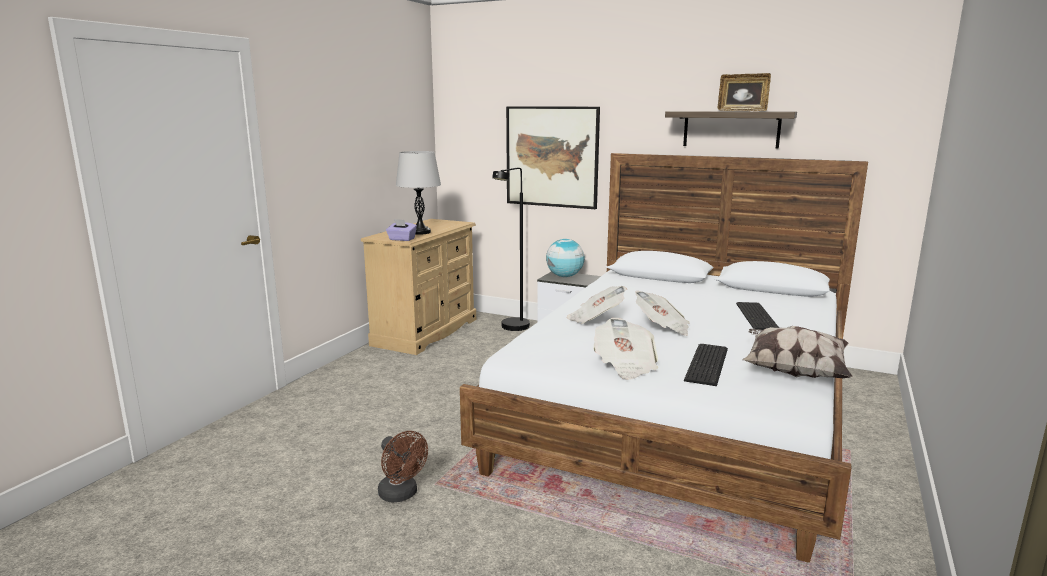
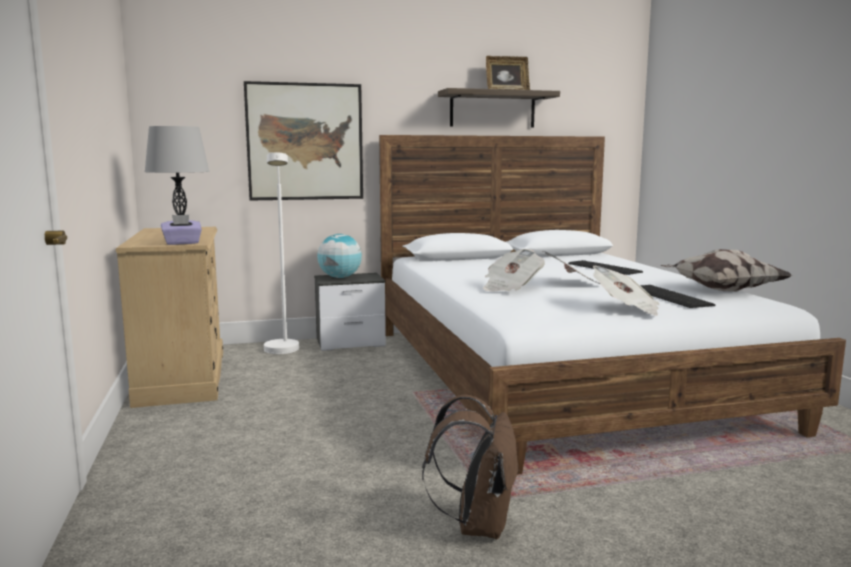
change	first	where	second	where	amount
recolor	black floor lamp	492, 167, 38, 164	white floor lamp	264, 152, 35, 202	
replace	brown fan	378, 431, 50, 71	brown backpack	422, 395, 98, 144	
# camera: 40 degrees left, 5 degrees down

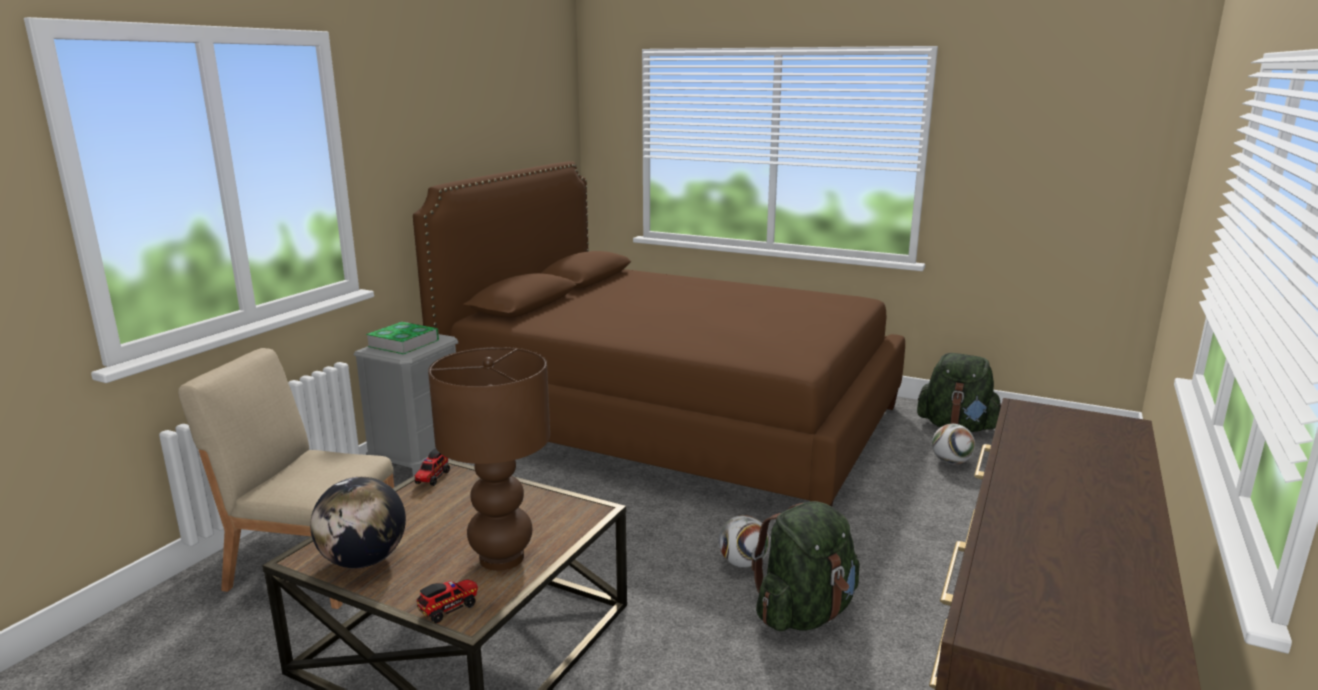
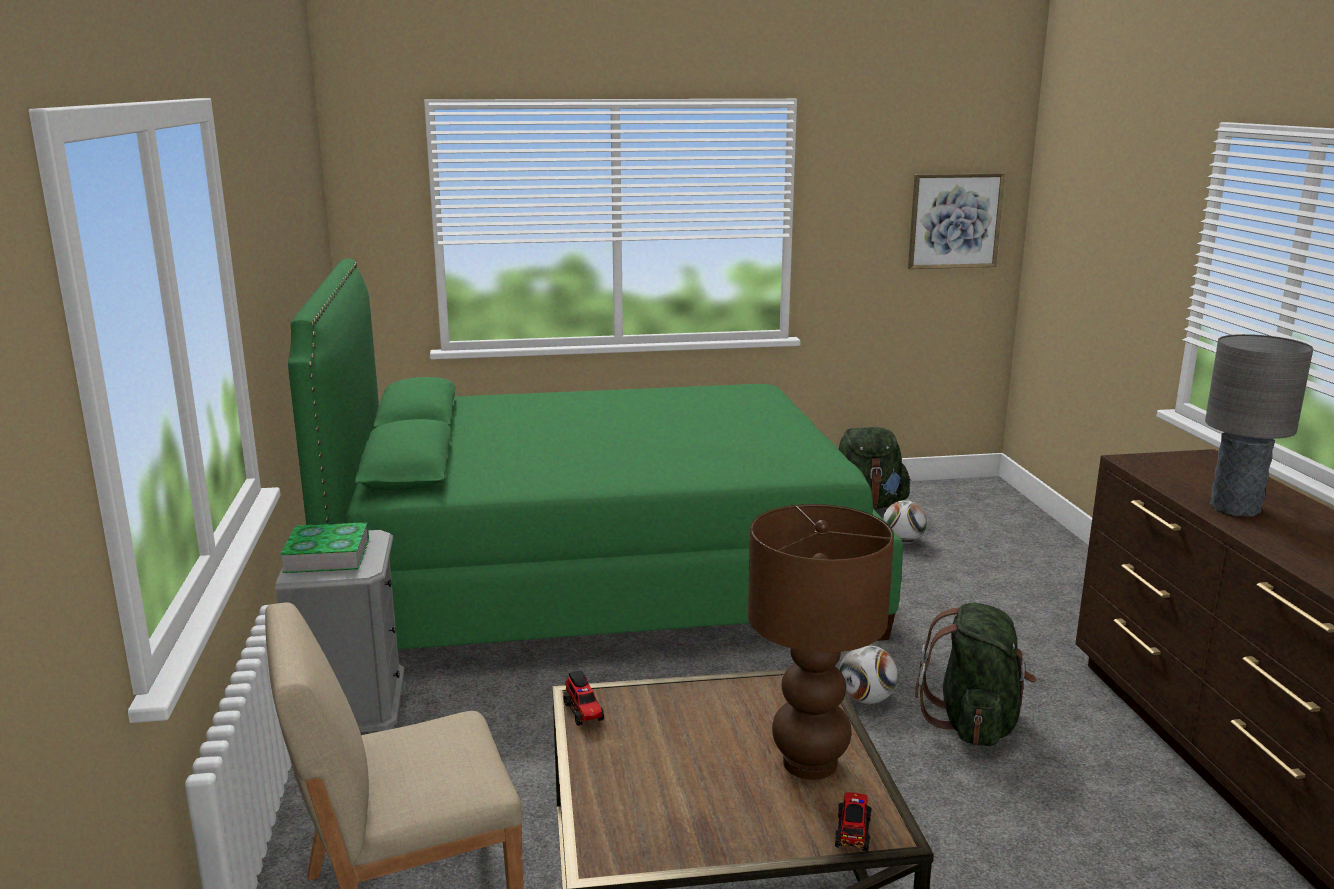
change	first	where	second	where	amount
recolor	brown bed	413, 161, 492, 345	green bed	288, 259, 615, 390	
insert			picture	908, 173, 97, 96	
insert			grey table lamp	1205, 334, 108, 183	
delete	globe	310, 477, 96, 91			
# camera: 35 degrees left, 0 degrees up

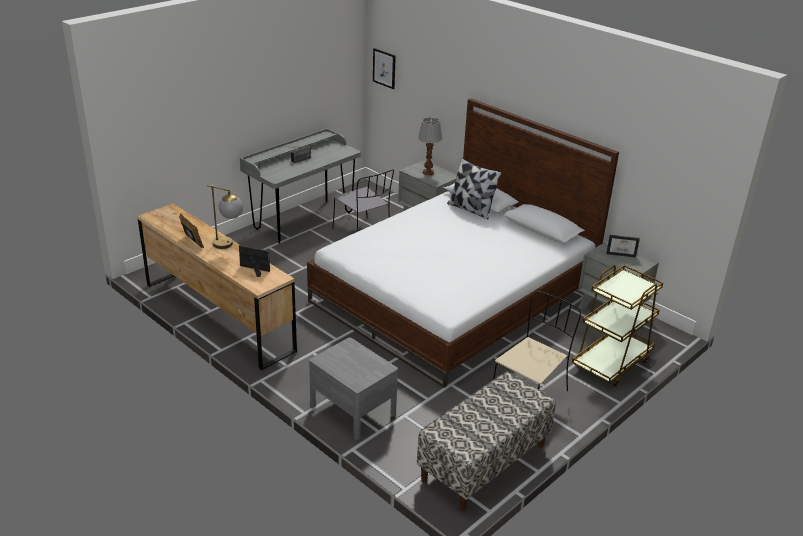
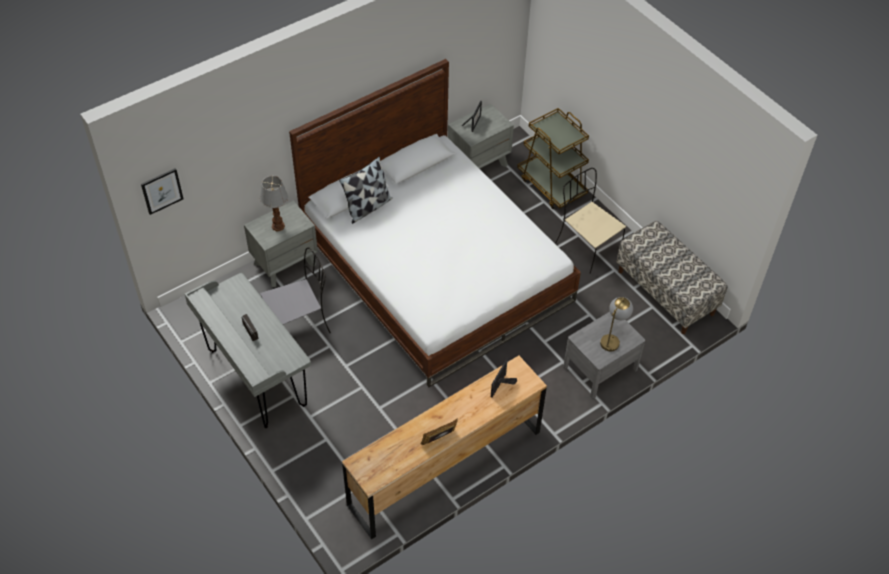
change	first	where	second	where	amount
move	table lamp	207, 185, 36, 64		600, 297, 33, 55	
# camera: 80 degrees left, 20 degrees up

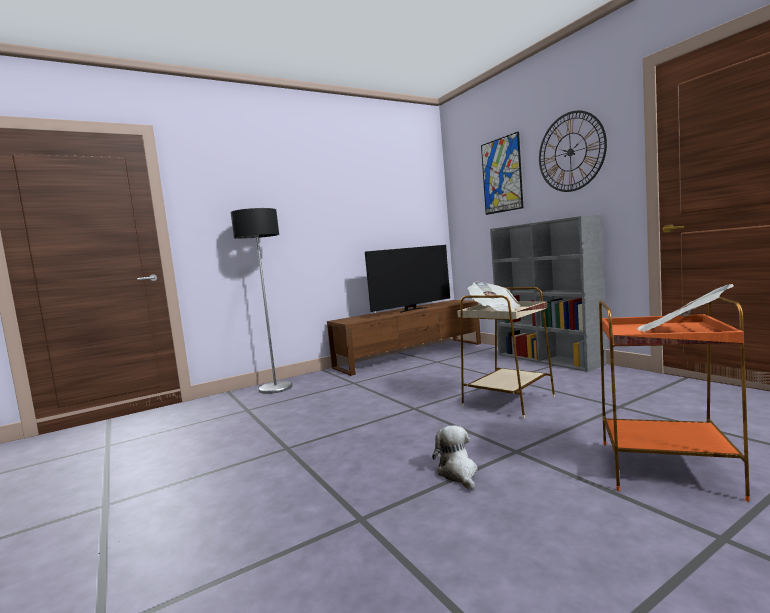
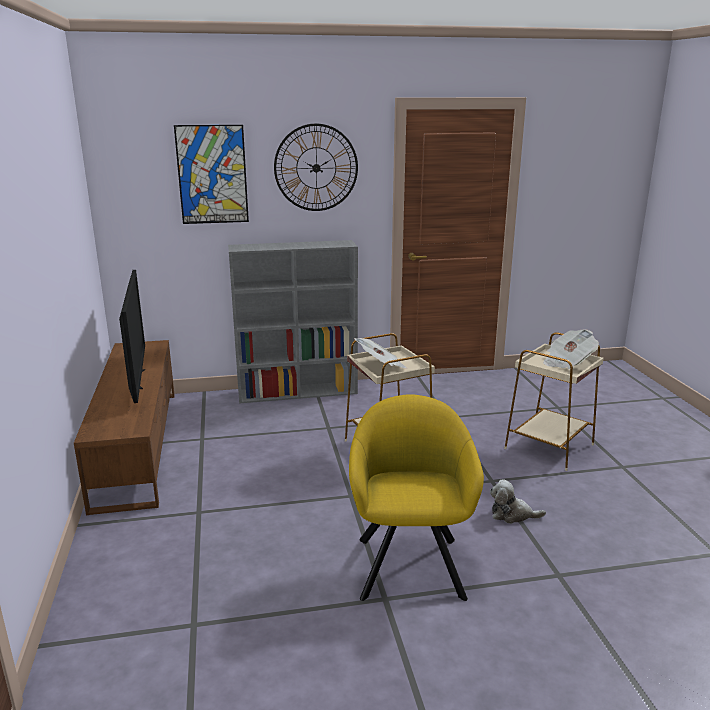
change	first	where	second	where	amount
insert			yellow armchair	349, 394, 135, 207	
recolor	orange side table	599, 297, 151, 205	beige side table	504, 332, 100, 139	
delete	floor lamp	231, 208, 61, 186			
# camera: 70 degrees left, 15 degrees up

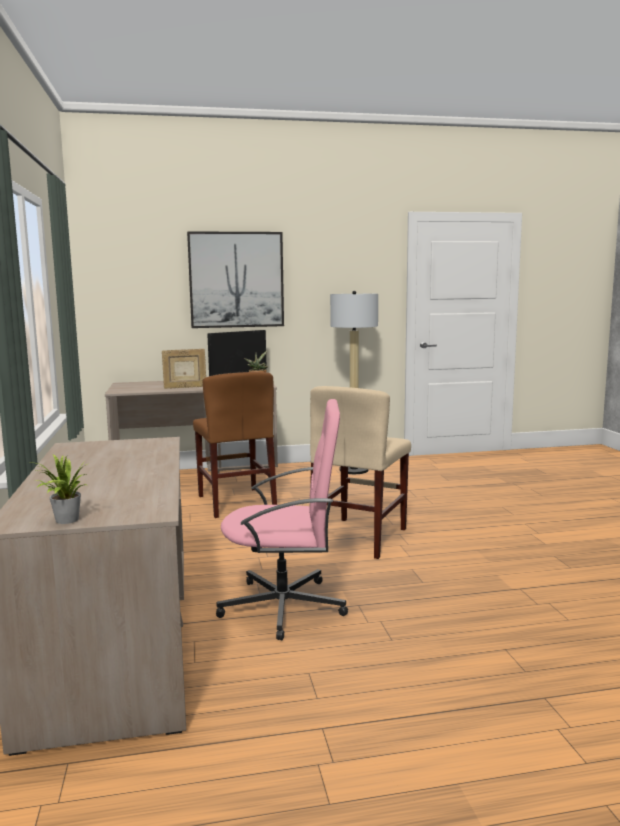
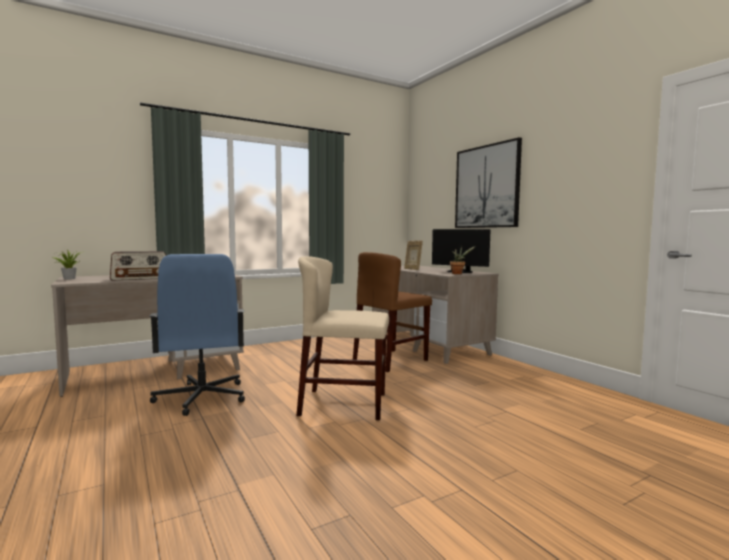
change	first	where	second	where	amount
insert			radio	110, 251, 56, 30	
recolor	pink office chair	216, 399, 132, 241	blue office chair	149, 254, 96, 162	
delete	floor lamp	330, 291, 48, 183			
# camera: 70 degrees right, 5 degrees down

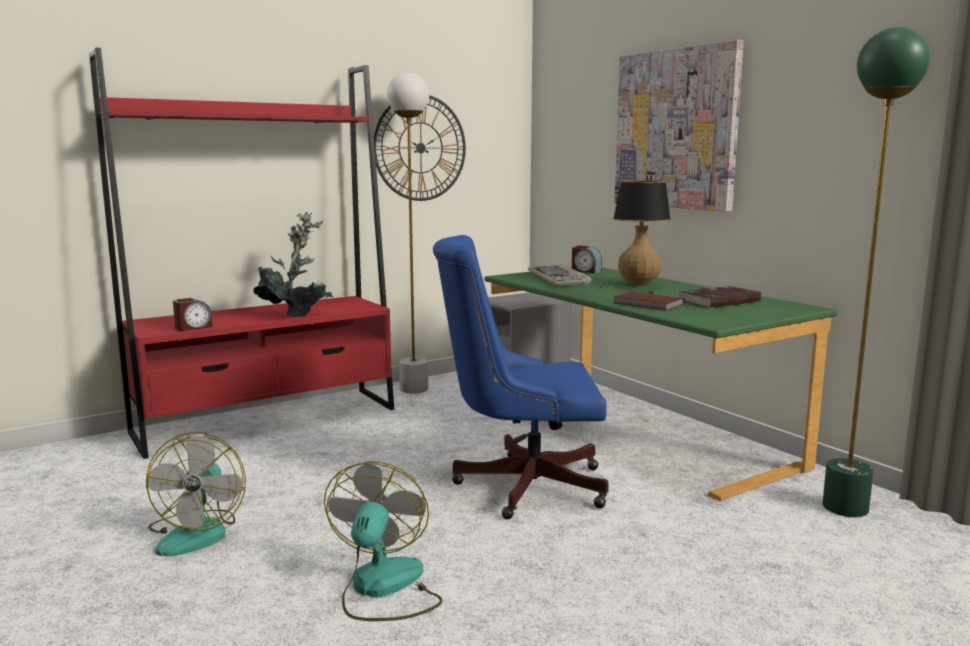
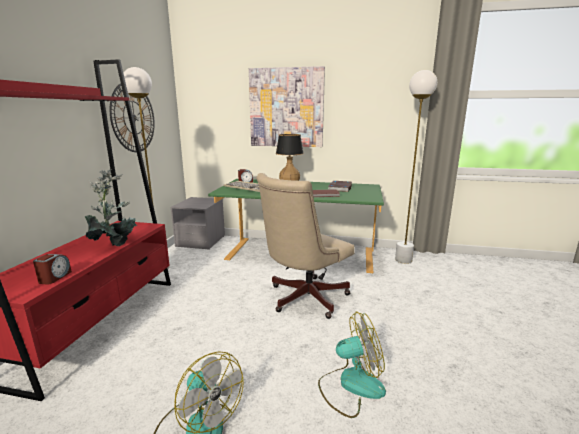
change	first	where	second	where	amount
recolor	blue office chair	433, 235, 175, 284	beige office chair	256, 173, 99, 146	
rotate	fan	324, 462, 119, 159		318, 312, 68, 106	120 degrees clockwise
recolor	green floor lamp	822, 27, 108, 490	white floor lamp	395, 70, 42, 194	
# camera: 45 degrees left, 5 degrees up

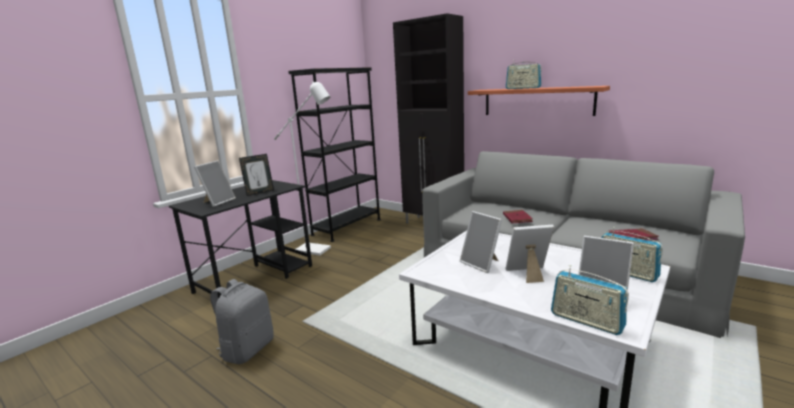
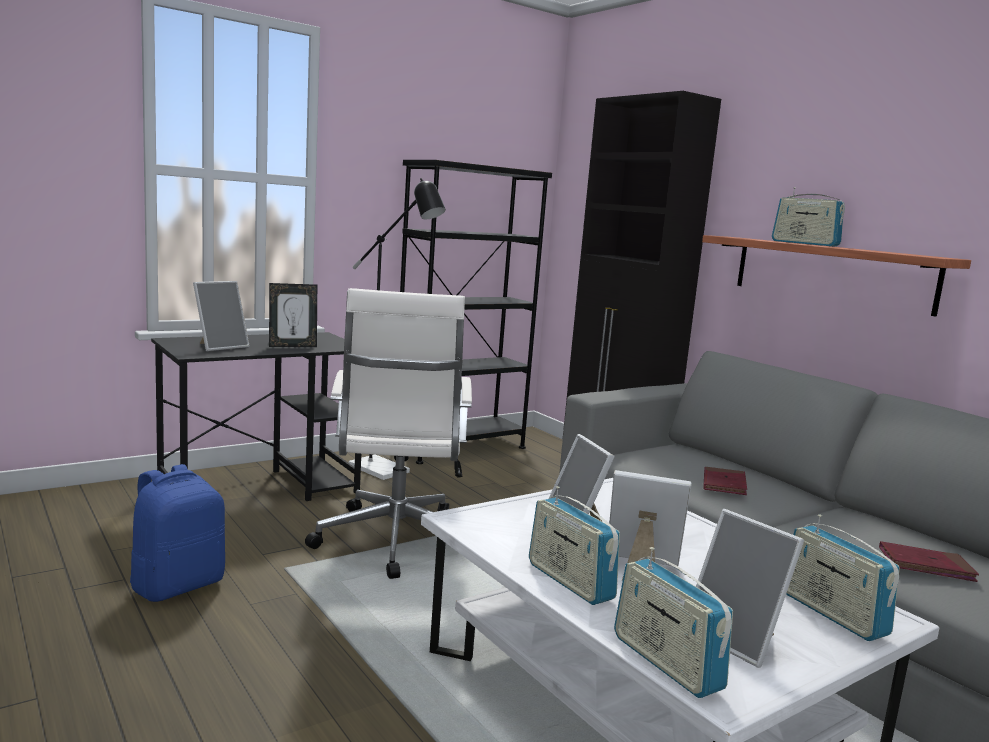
change	first	where	second	where	amount
recolor	grey backpack	210, 279, 64, 85	blue backpack	130, 464, 95, 138	
insert			white office chair	305, 288, 167, 291	
recolor	white floor lamp	274, 81, 57, 175	black floor lamp	349, 178, 97, 302	
insert			radio	529, 486, 91, 119	
# camera: 15 degrees right, 5 degrees down

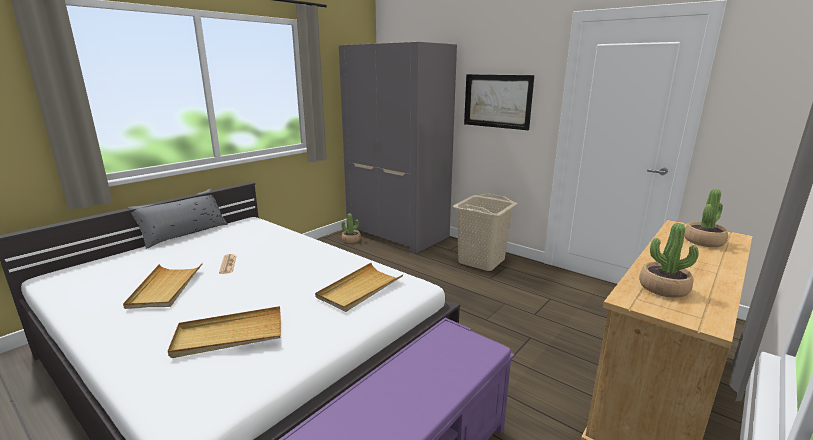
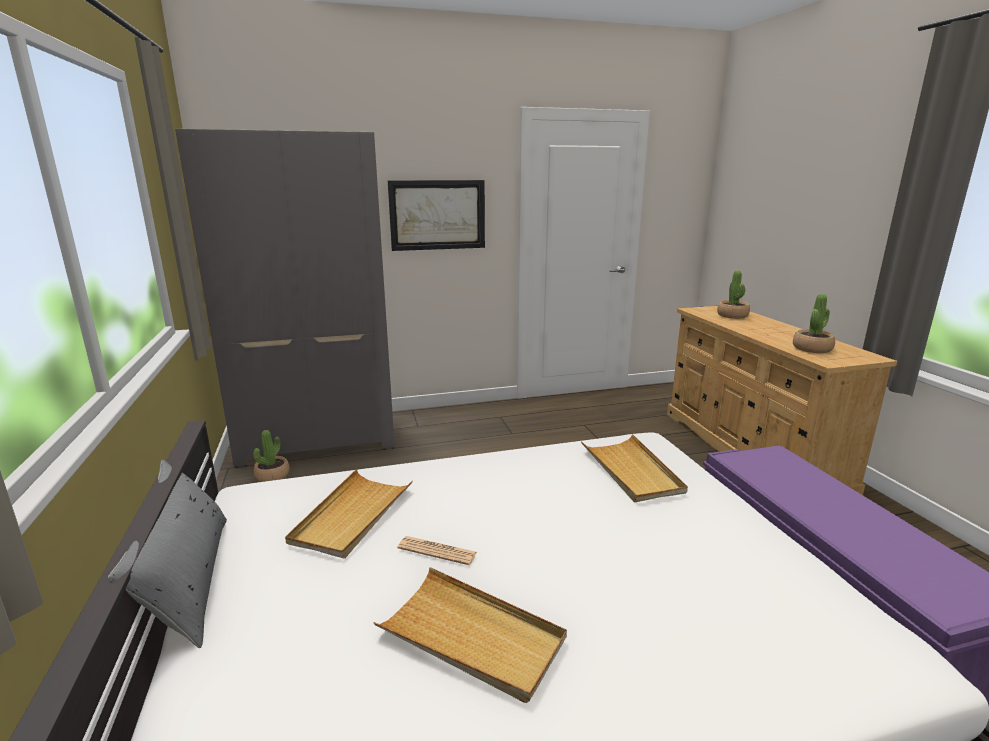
change	first	where	second	where	amount
move	beige tray	168, 306, 113, 52		285, 470, 128, 88	
delete	beige laundry basket	453, 194, 64, 77			
# camera: 55 degrees left, 0 degrees up

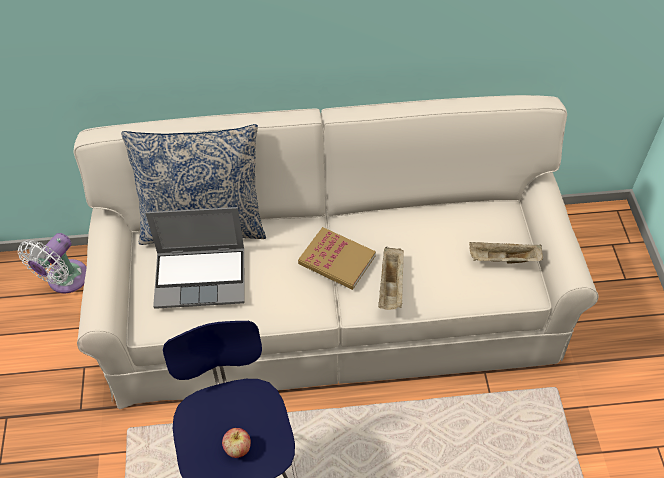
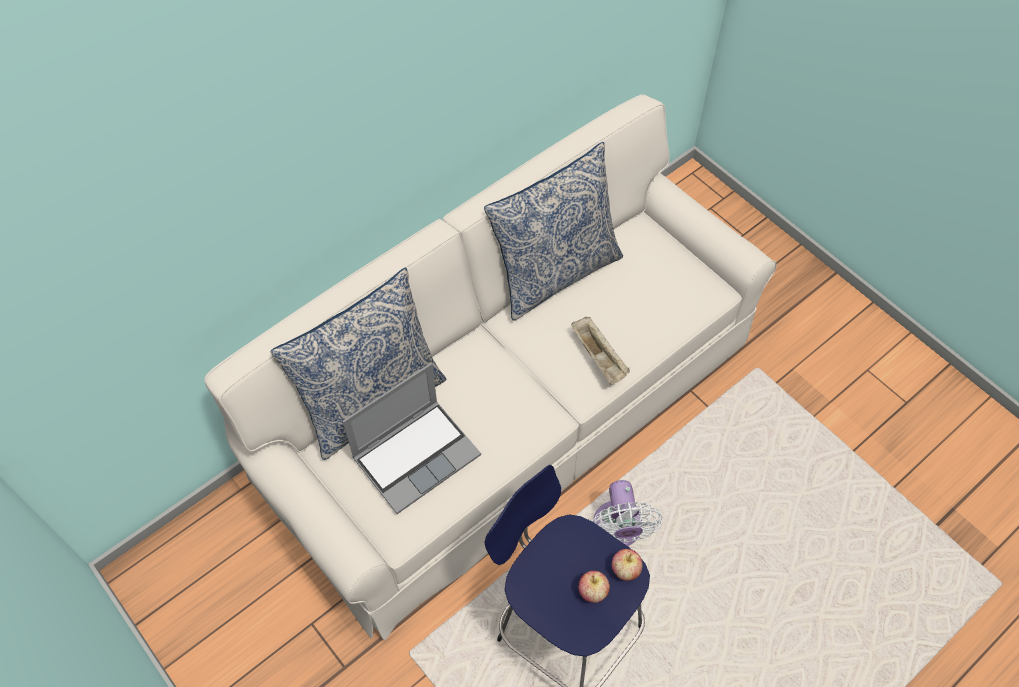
change	first	where	second	where	amount
insert			pillow	484, 142, 139, 179	
move	white fan	18, 233, 69, 60		592, 480, 70, 66	
insert			apple	611, 549, 32, 32	
delete	book	298, 227, 78, 63			
delete	beige tray	469, 242, 74, 21			
# camera: 35 degrees left, 5 degrees up

